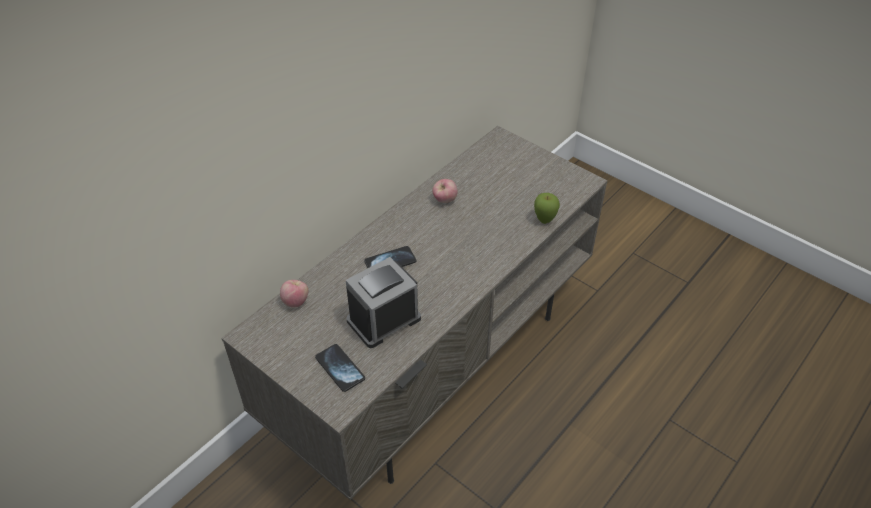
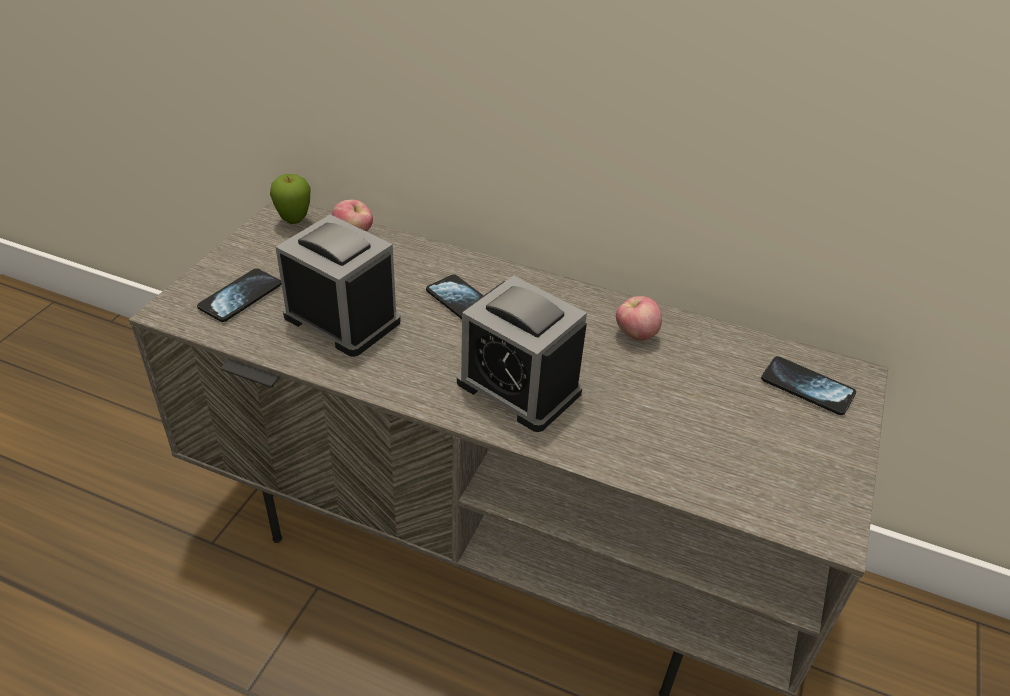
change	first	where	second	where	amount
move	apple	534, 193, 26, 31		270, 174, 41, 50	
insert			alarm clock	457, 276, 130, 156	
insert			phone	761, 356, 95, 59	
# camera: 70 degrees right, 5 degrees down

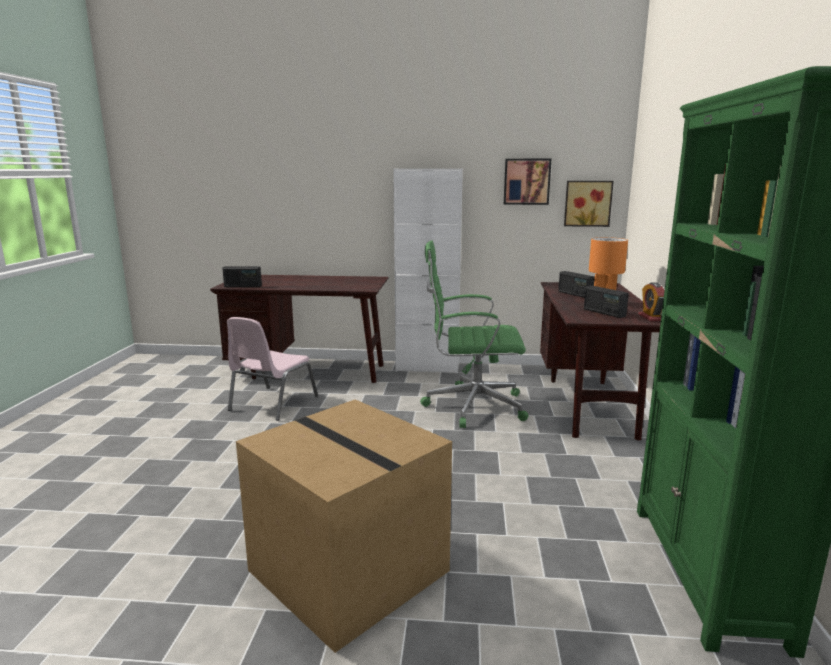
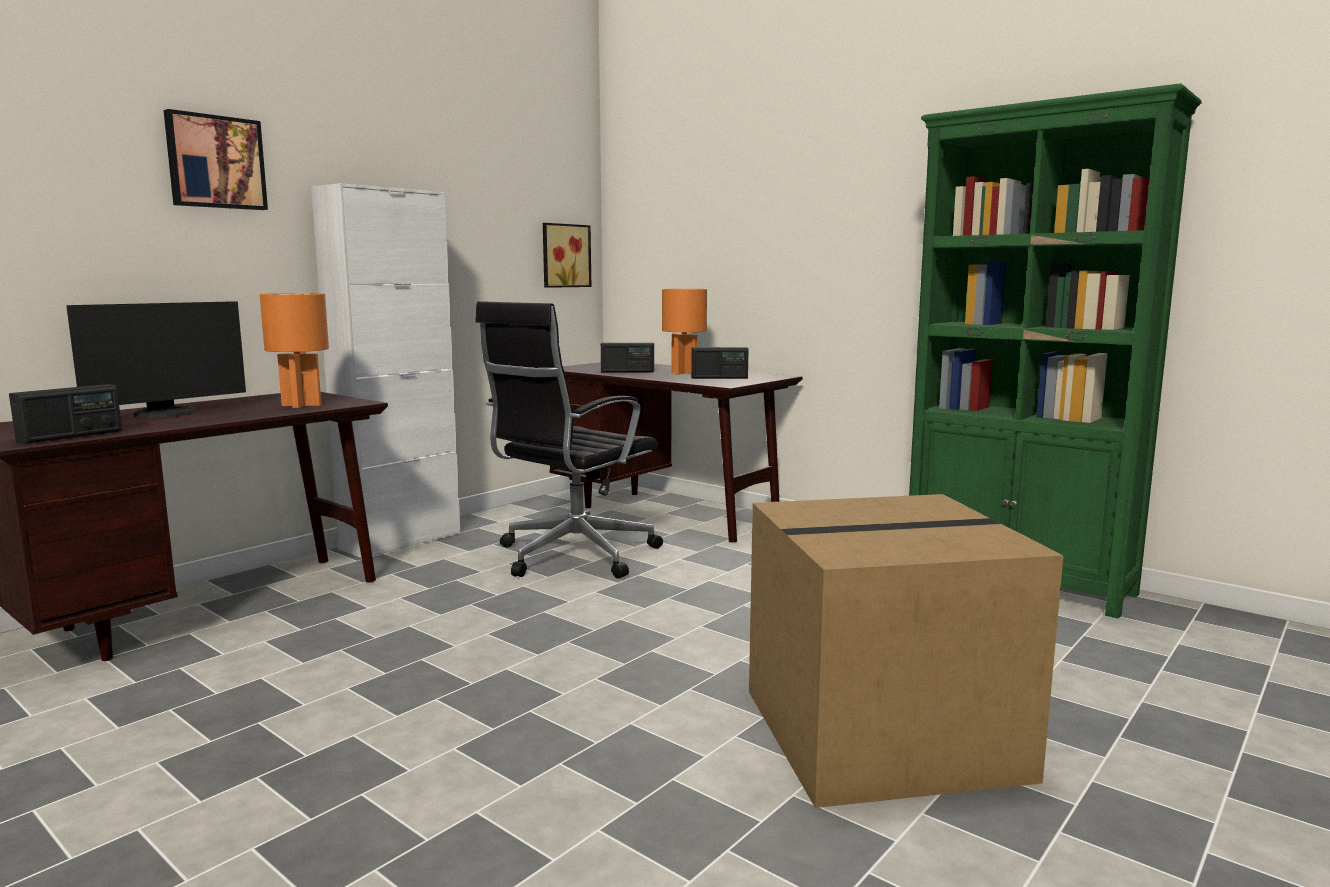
change	first	where	second	where	amount
insert			monitor	66, 301, 180, 117	
move	picture	504, 159, 47, 46		164, 109, 104, 101	
insert			orange table lamp	260, 293, 69, 115	
recolor	green office chair	420, 240, 108, 188	black office chair	475, 301, 188, 278	
delete	pink chair	227, 317, 91, 104			
delete	alarm clock	638, 282, 27, 39			
# camera: 55 degrees left, 5 degrees down

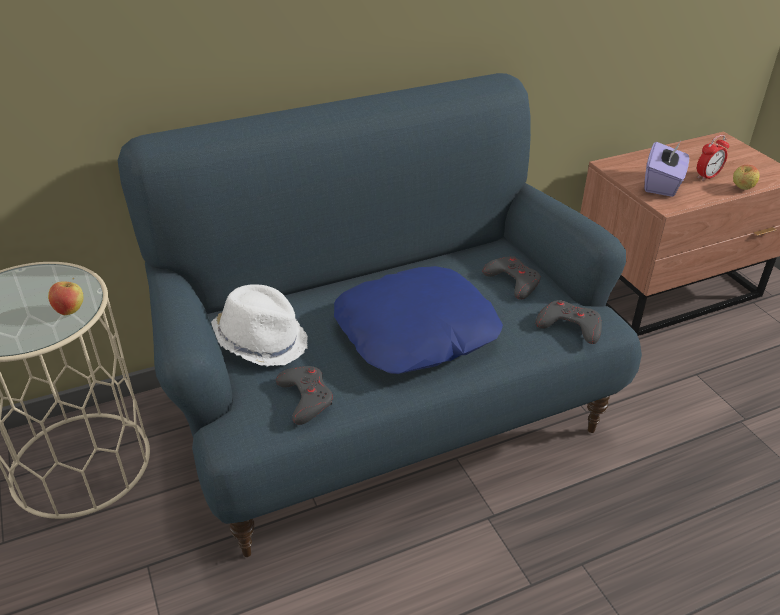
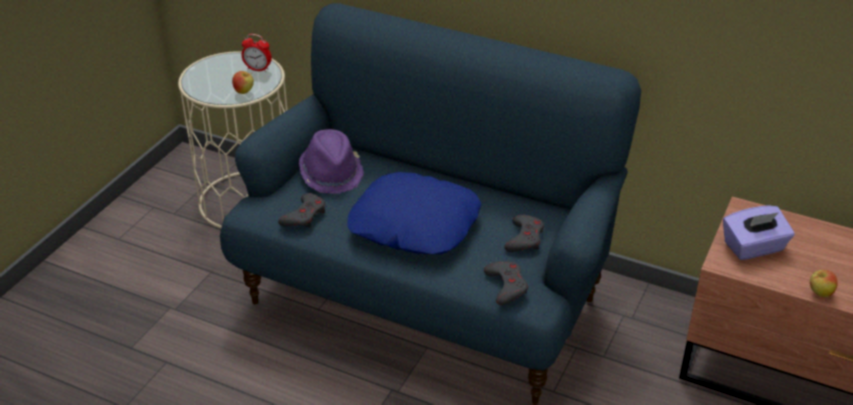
change	first	where	second	where	amount
move	alarm clock	697, 135, 32, 46		242, 34, 30, 38	
recolor	white hat	211, 284, 97, 83	purple hat	299, 129, 65, 65	
# camera: 50 degrees right, 0 degrees up

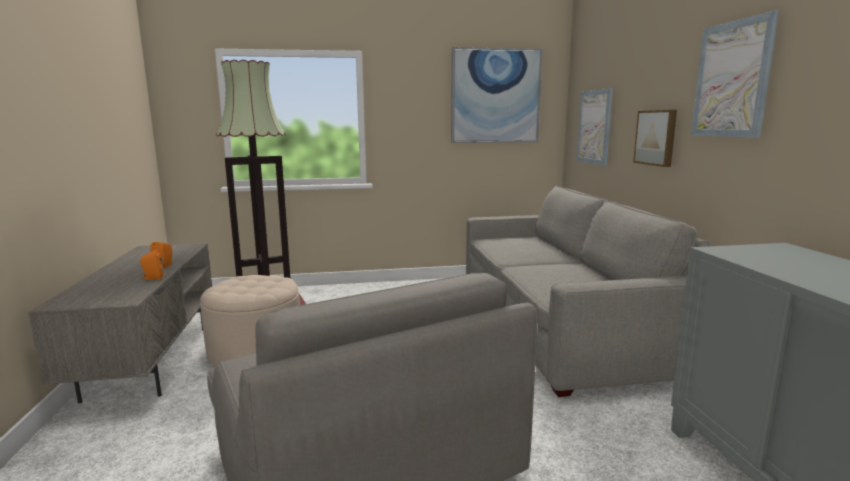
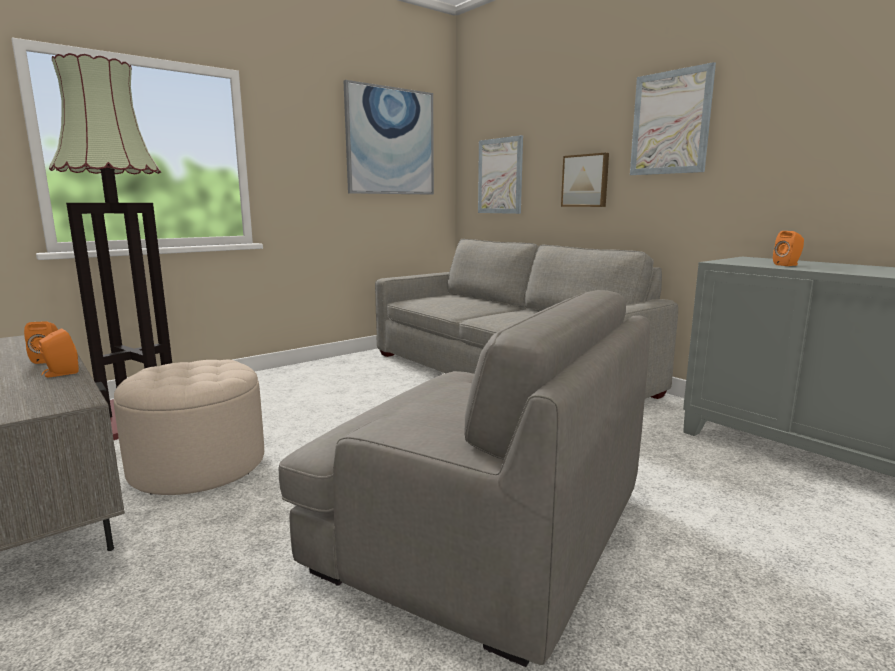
change	first	where	second	where	amount
insert			orange speaker	773, 231, 31, 35	
# camera: 30 degrees left, 0 degrees up

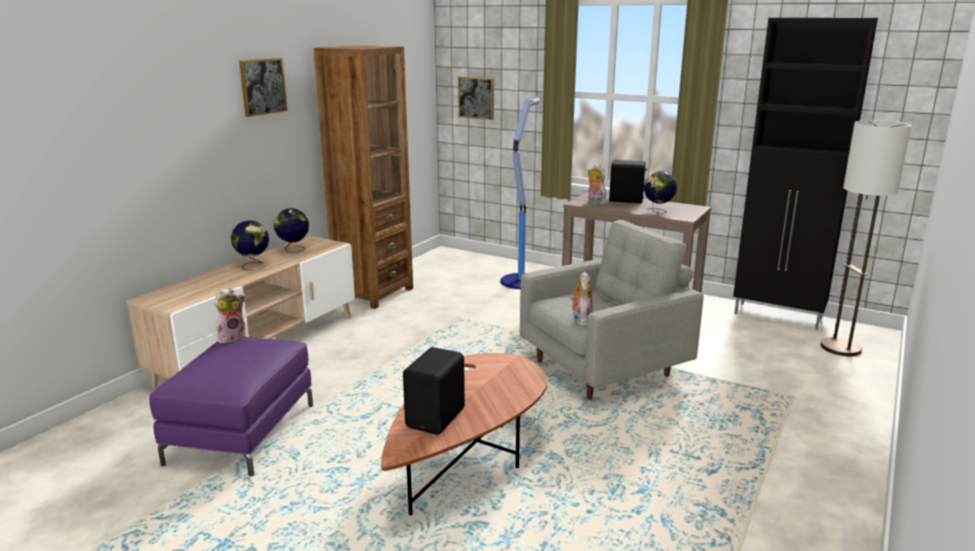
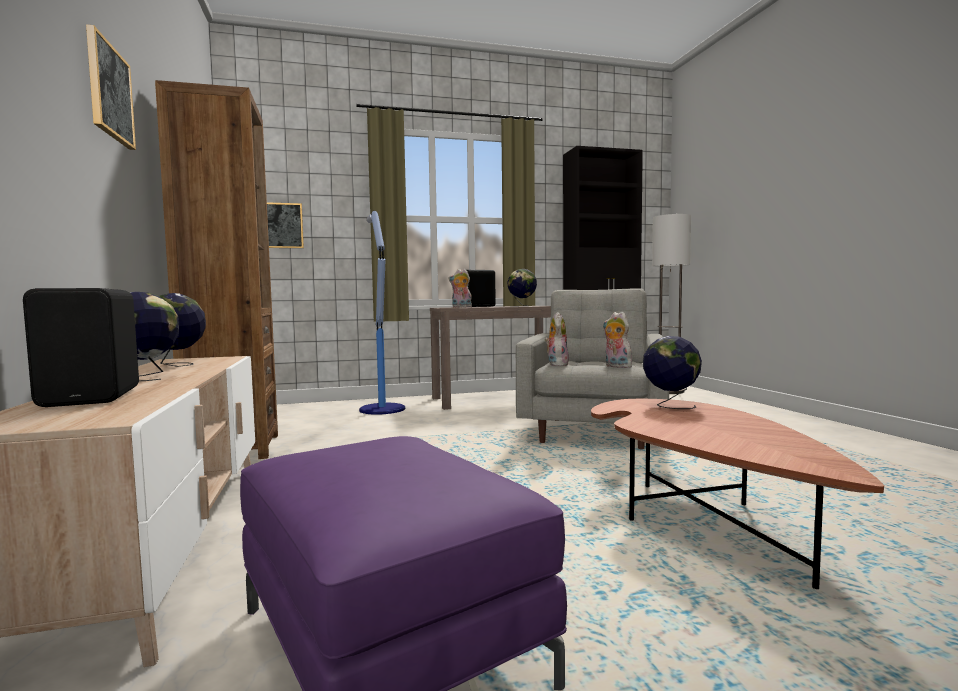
change	first	where	second	where	amount
move	black speaker	403, 347, 62, 88		23, 288, 116, 119	
move	plush toy	215, 287, 31, 57		545, 312, 24, 54	
insert			globe	643, 336, 59, 73	
# camera: 45 degrees left, 15 degrees down

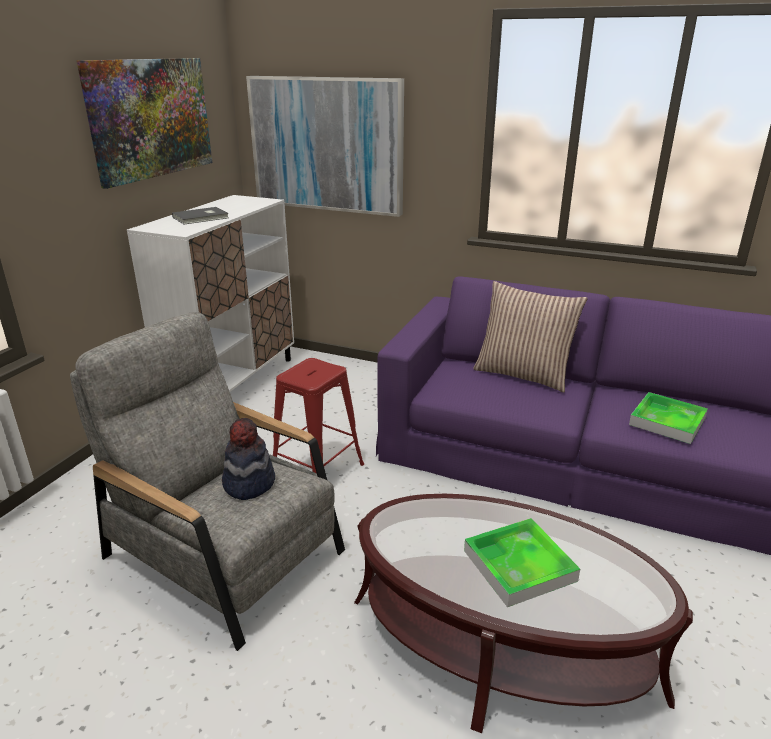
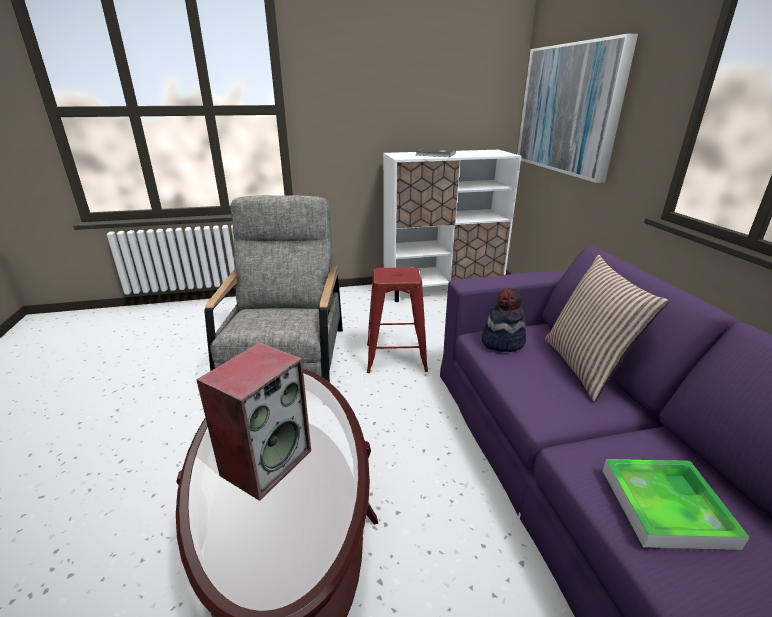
change	first	where	second	where	amount
replace	tray	464, 518, 116, 89	speaker	196, 342, 115, 159	
move	hat	222, 418, 53, 82		482, 288, 44, 64	
delete	picture	76, 58, 136, 131			
# camera: 55 degrees right, 0 degrees up

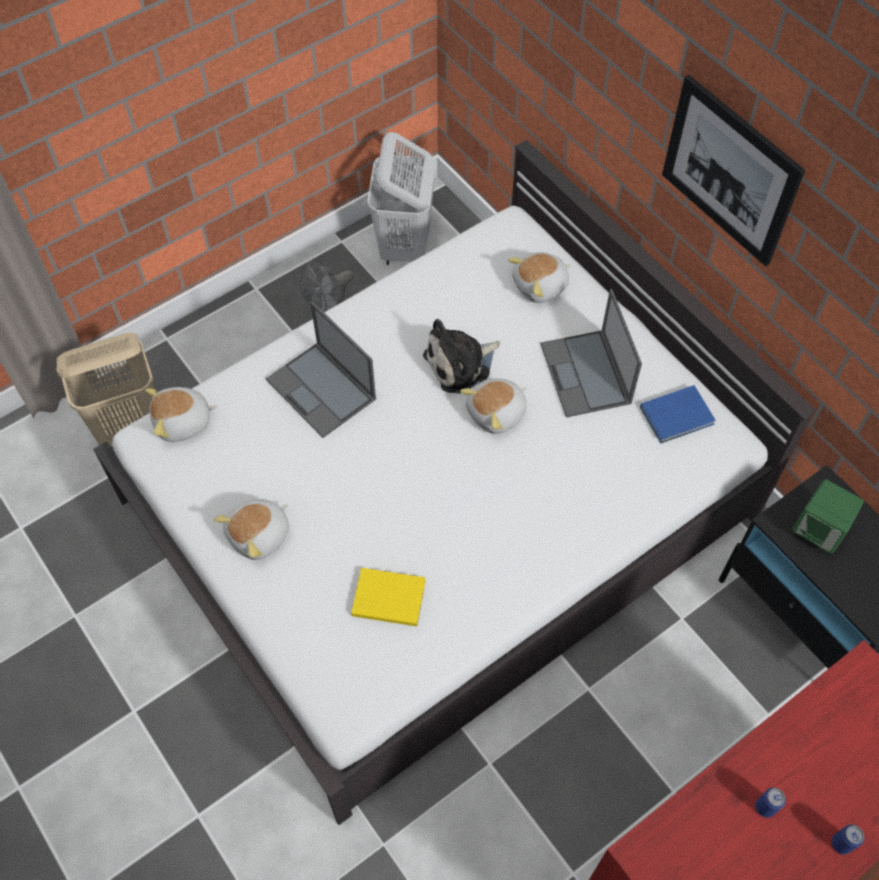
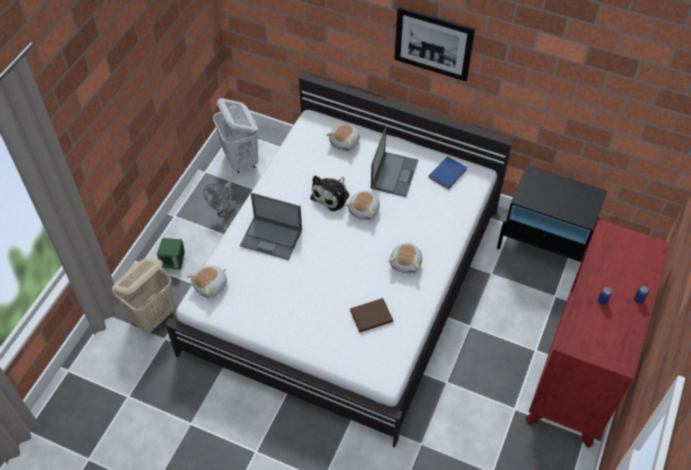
change	first	where	second	where	amount
move	green speaker	792, 479, 72, 75		157, 238, 28, 31	
recolor	yellow book	351, 568, 74, 58	brown book	350, 298, 43, 35	
rotate	laptop	540, 289, 102, 129		371, 127, 47, 70	120 degrees counterclockwise
move	plush toy	214, 499, 75, 61		388, 242, 34, 32	
# camera: 30 degrees left, 5 degrees down

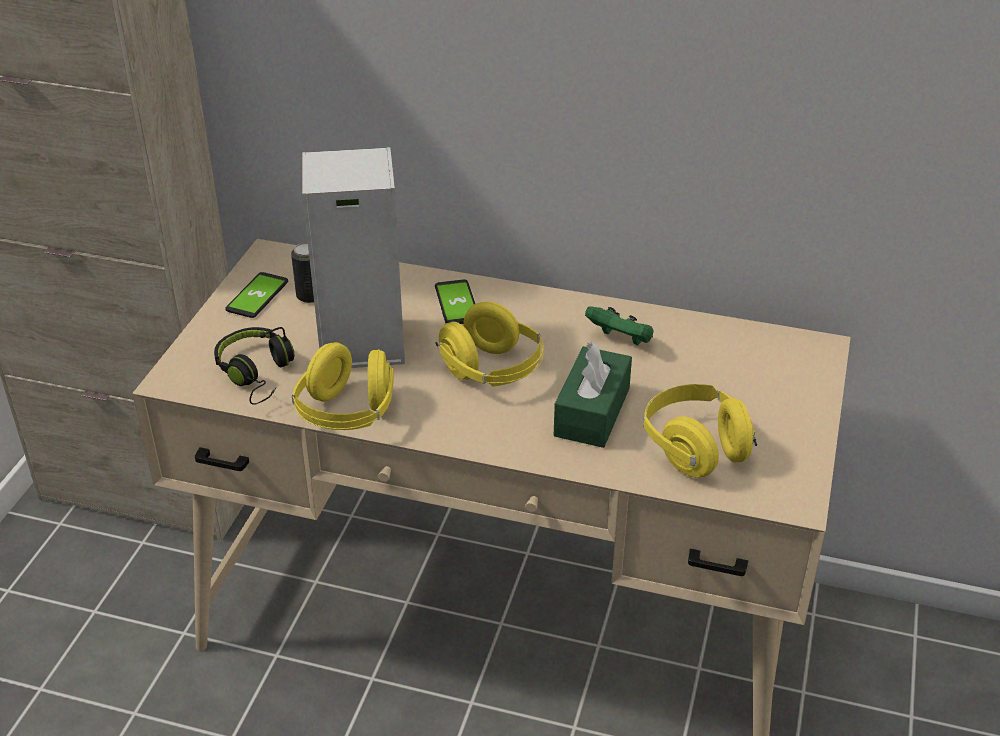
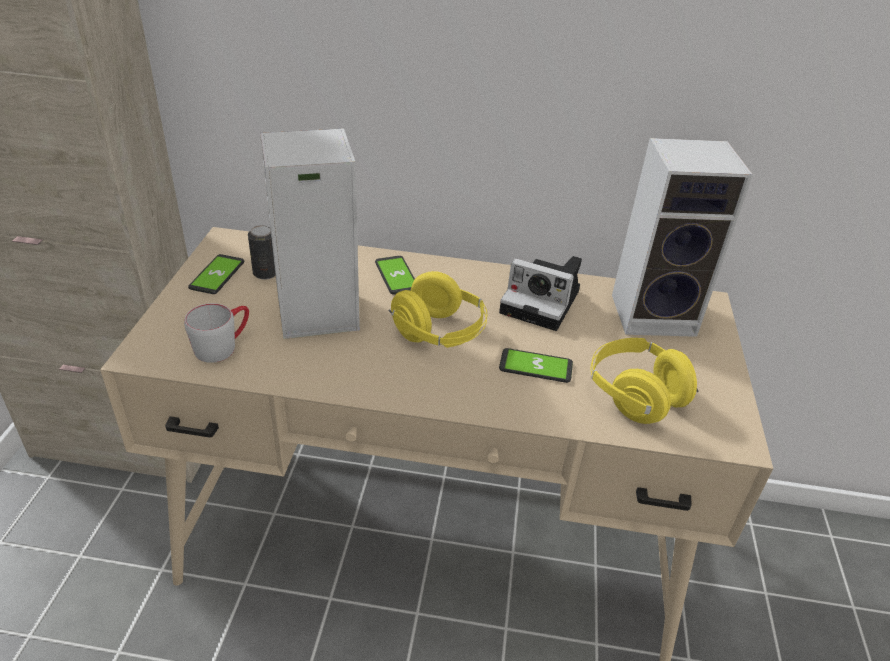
change	first	where	second	where	amount
replace	black headphones	214, 327, 81, 78	grey mug	184, 303, 65, 60	
replace	green game controller	585, 306, 68, 40	photo camera	499, 256, 83, 75	
replace	green tissue box	554, 342, 78, 106	phone	499, 348, 74, 35	
insert			speaker	612, 138, 141, 199	
delete	yellow headphones	292, 342, 102, 88			
# camera: 10 degrees left, 0 degrees up

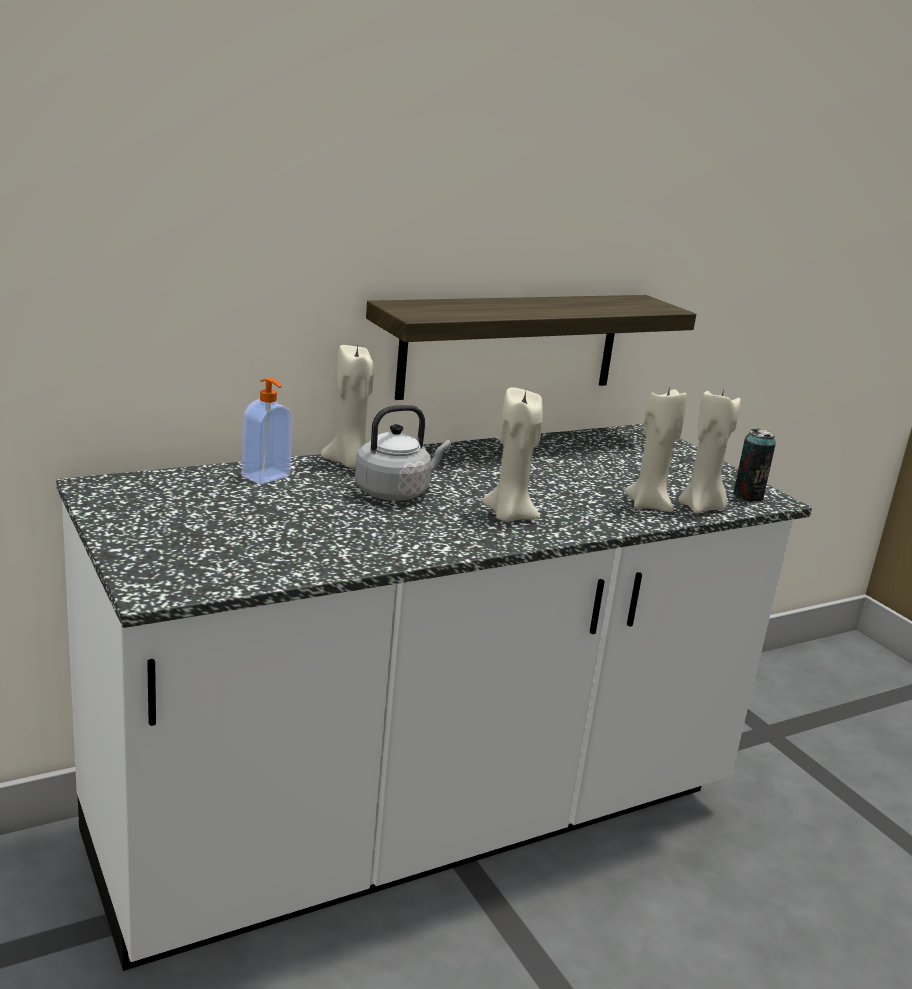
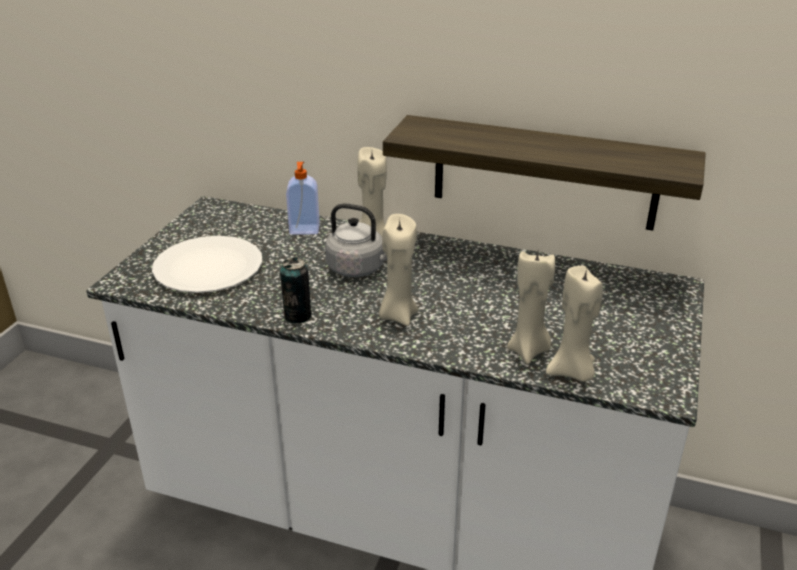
change	first	where	second	where	amount
insert			white plate	152, 236, 110, 57	
move	can	733, 429, 43, 73		280, 257, 32, 67	
# camera: 50 degrees right, 10 degrees up

